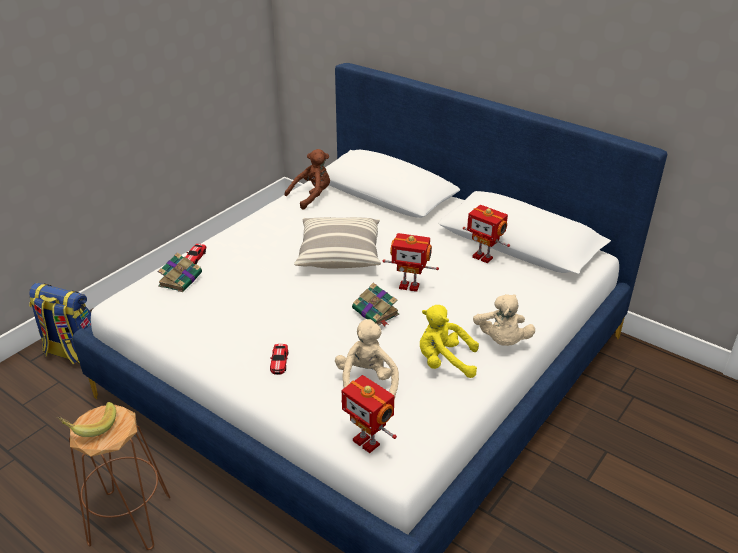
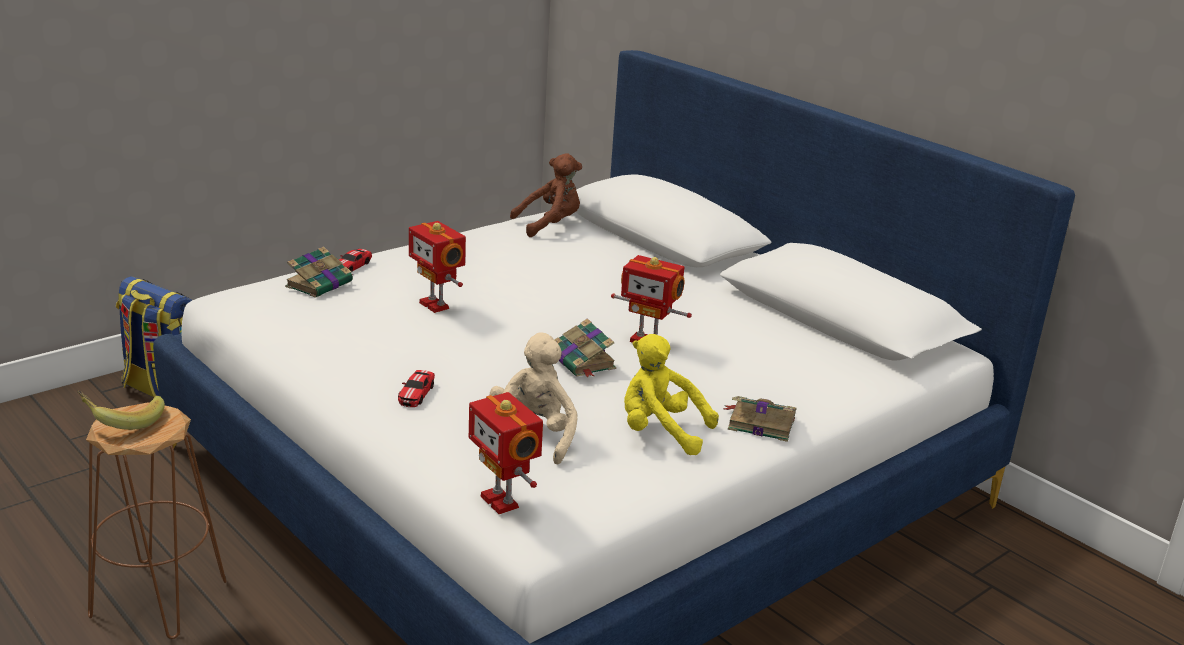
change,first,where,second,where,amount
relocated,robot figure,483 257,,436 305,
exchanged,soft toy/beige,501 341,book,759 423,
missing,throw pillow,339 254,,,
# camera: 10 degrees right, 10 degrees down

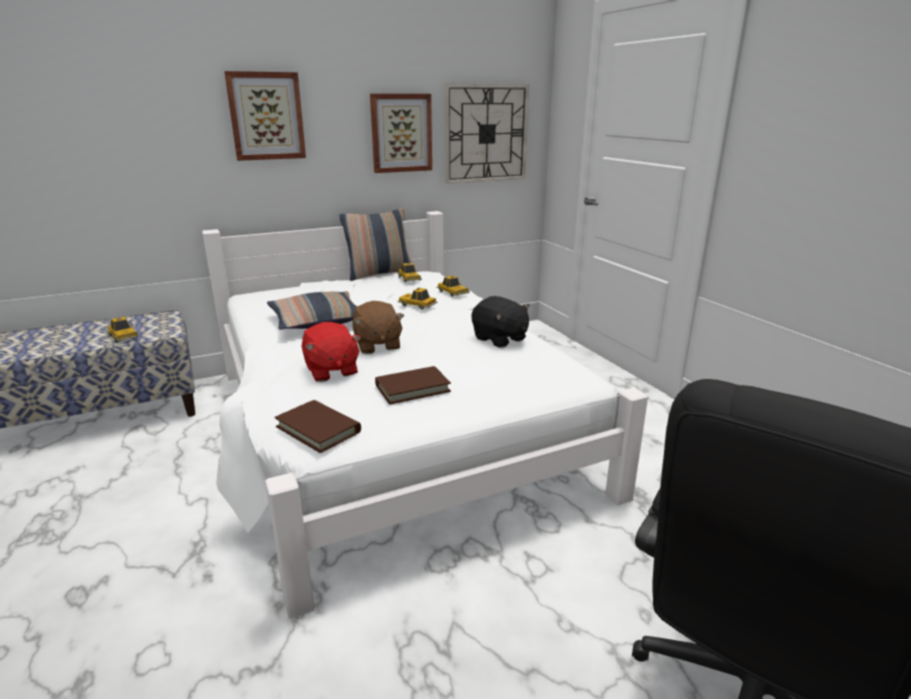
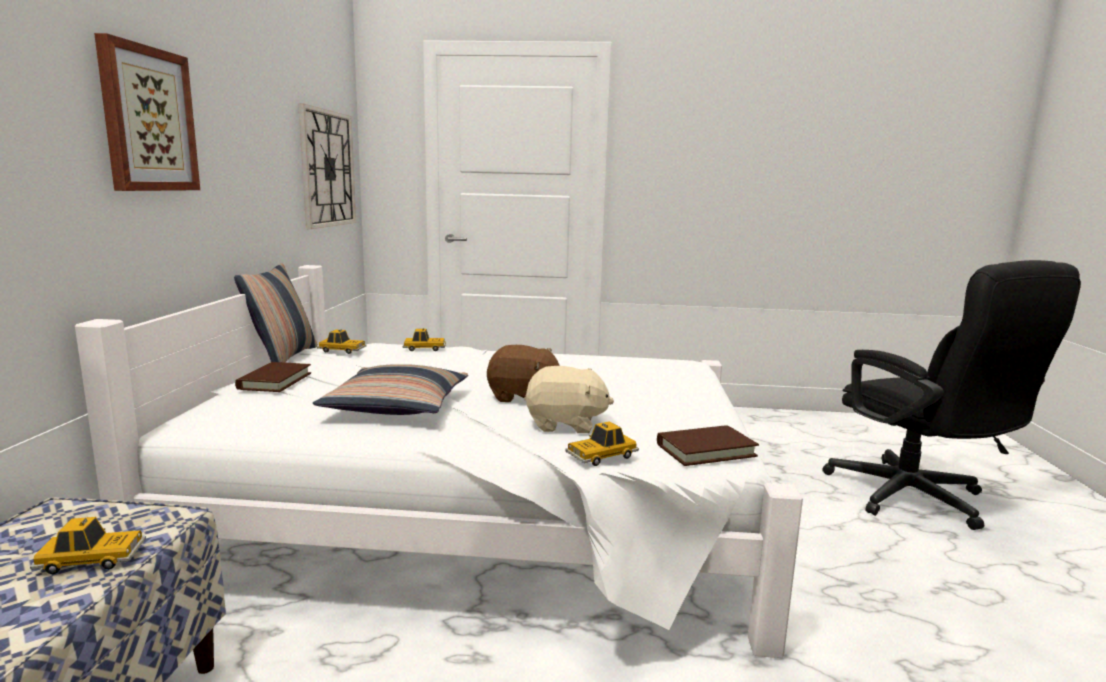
change,first,where,second,where,amount
relocated,book/brown-coloured,412 388,,275 381,
colour,soft toy/red,331 371,soft toy/beige,565 424,
relocated,miniature car,417 305,,602 456,
missing,wall picture,401 133,,,
missing,soft toy/black-coloured,499 339,,,
# camera: 60 degrees left, 10 degrees down

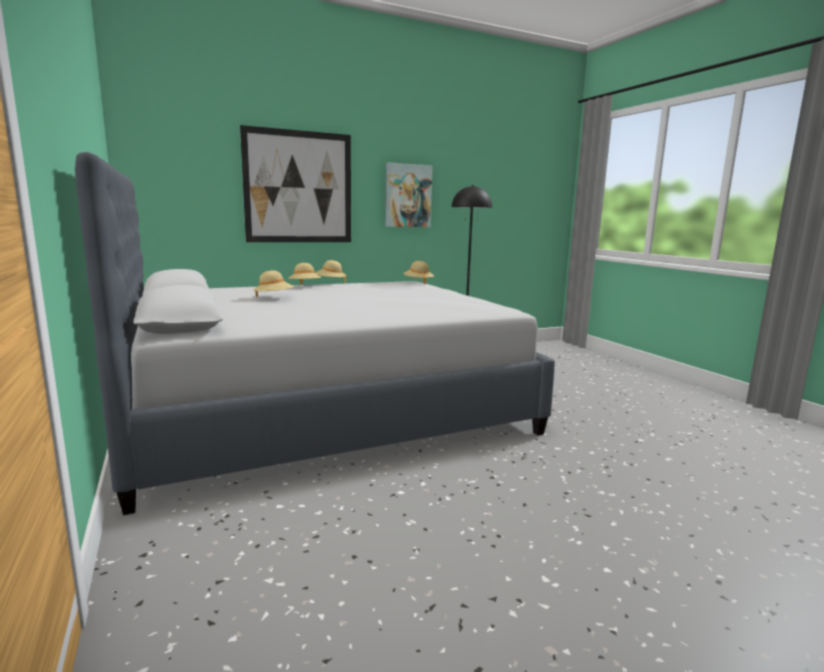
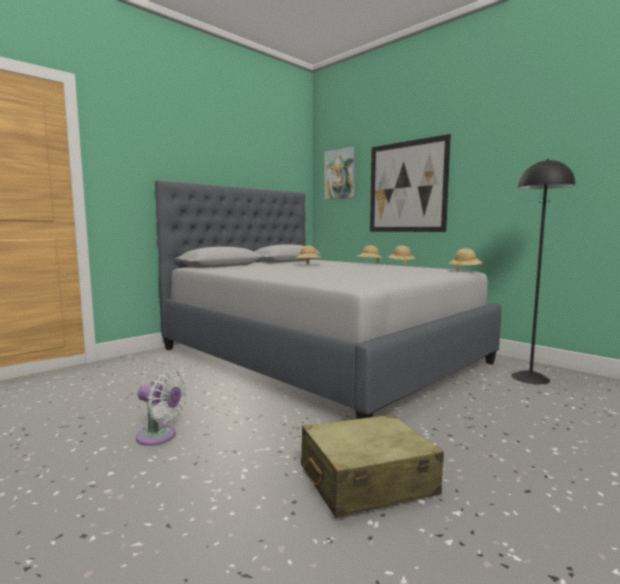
change,first,where,second,where,amount
appeared,,,fan/white-coloured,160 437,
appeared,,,travel case/beige,366 481,
relocated,wall picture,407 196,,340 174,
# camera: 70 degrees right, 5 degrees down

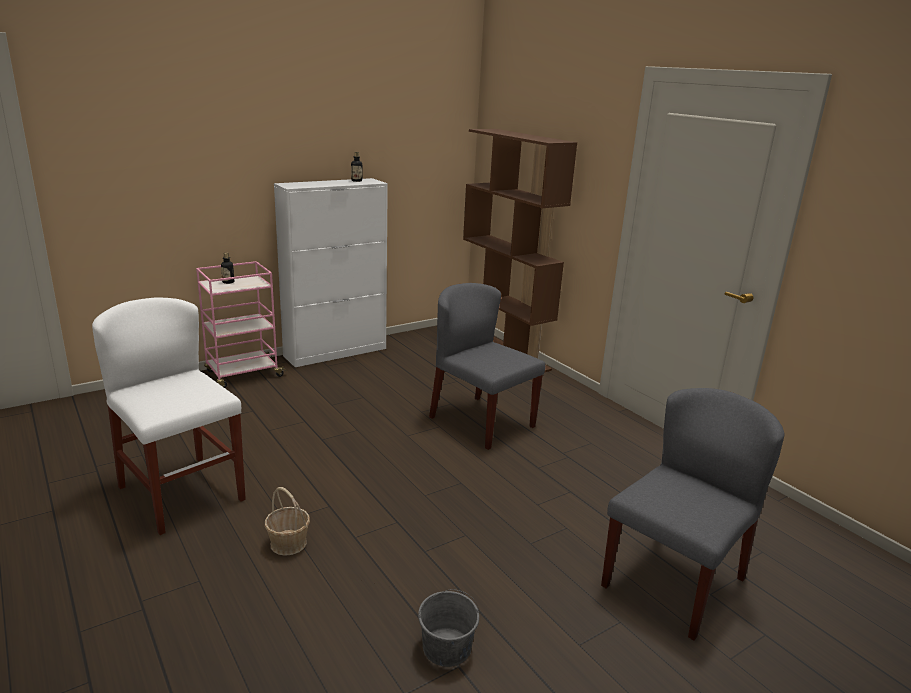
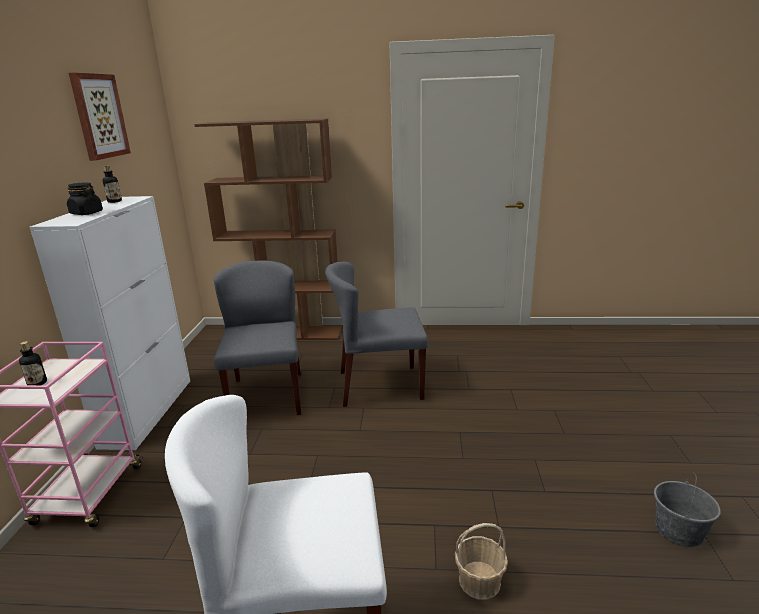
change,first,where,second,where,amount
appeared,,,storage jar/black-coloured,86 213,
appeared,,,wall picture,99 116,
relocated,plain chair/greyish,673 581,,267 395,
# camera: 50 degrees left, 0 degrees up

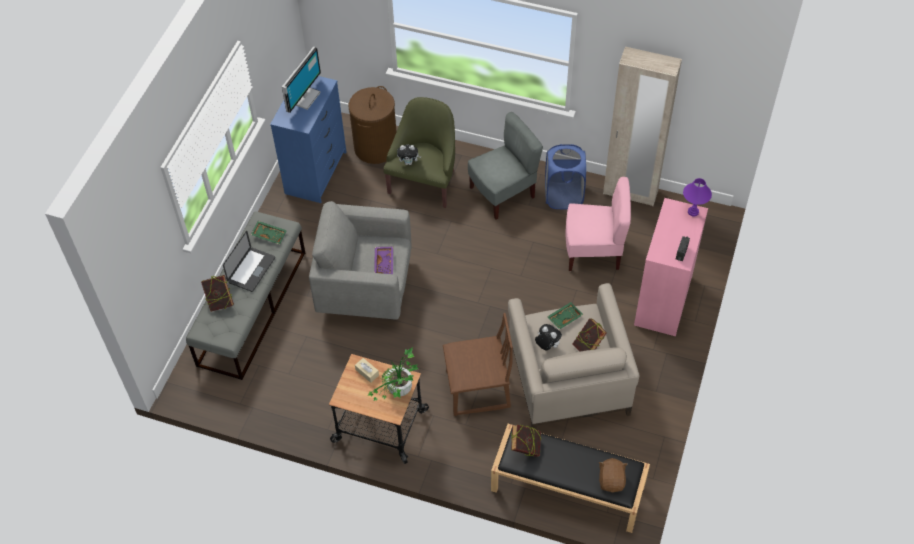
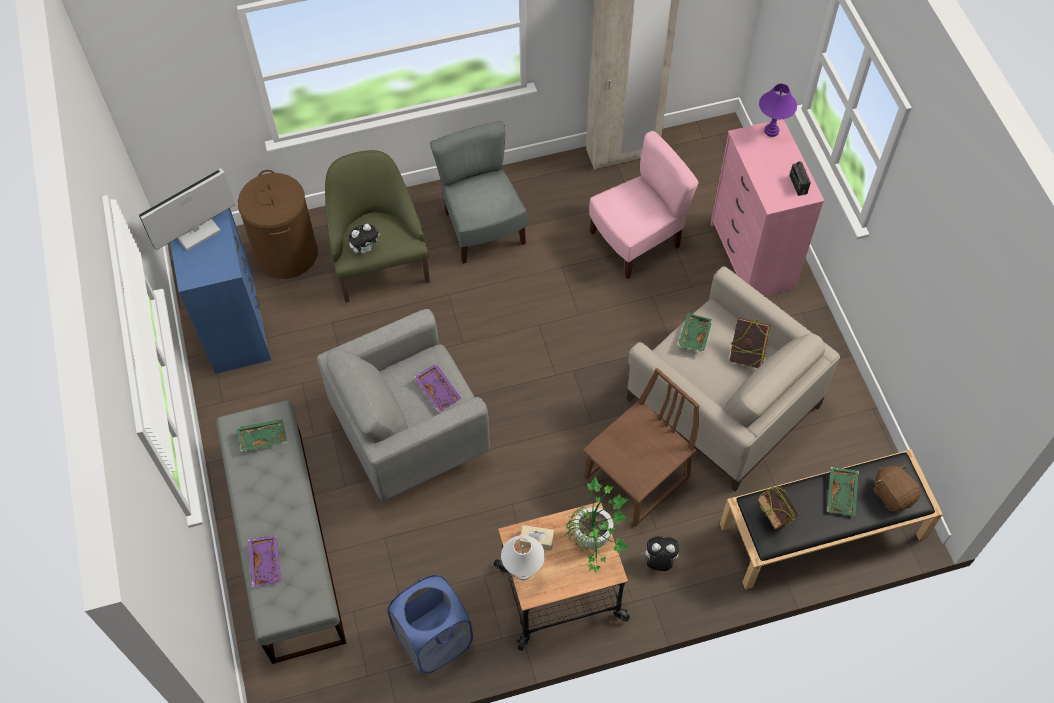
change,first,where,second,where,amount
spun,computer screen,304 97,,197 233,120 degrees counterclockwise
exchanged,book,220 302,serving tray/purple-coloured,266 563,
relocated,washing basket/blue-coloured,563 196,,434 640,
spun,plain chair/greyish,503 193,,483 229,45 degrees counterclockwise
appeared,,,lamp for a table/white-coloured,523 572,
relocated,soft toy,547 346,,659 561,
appeared,,,serving tray/greenish,842 494,
missing,notebook computer,251 270,,,
# camera: 35 degrees left, 5 degrees up

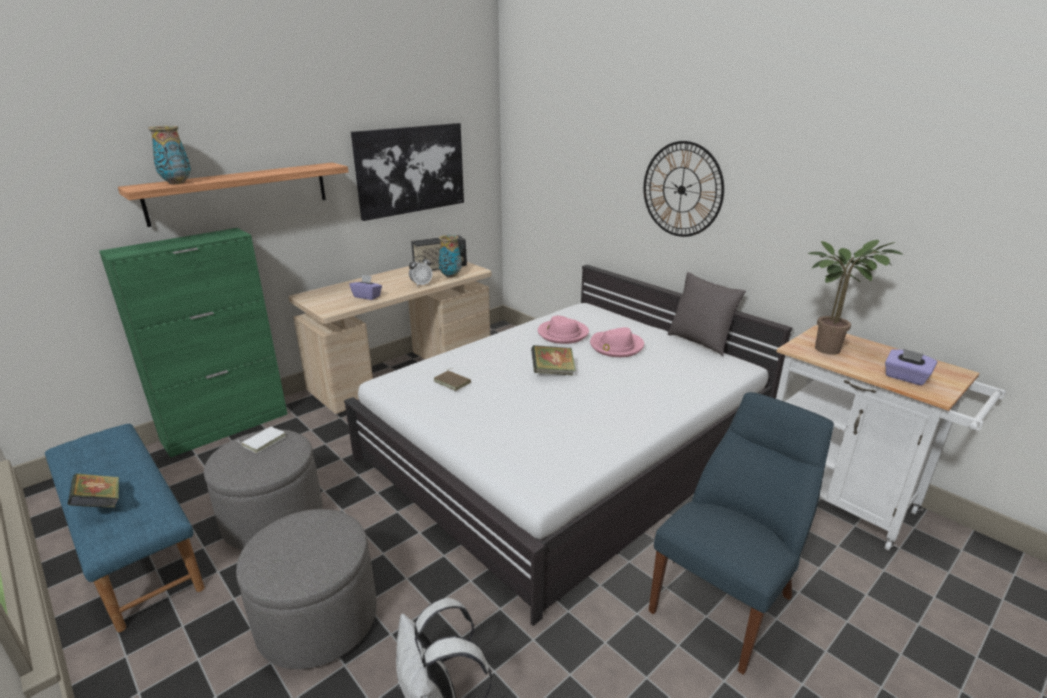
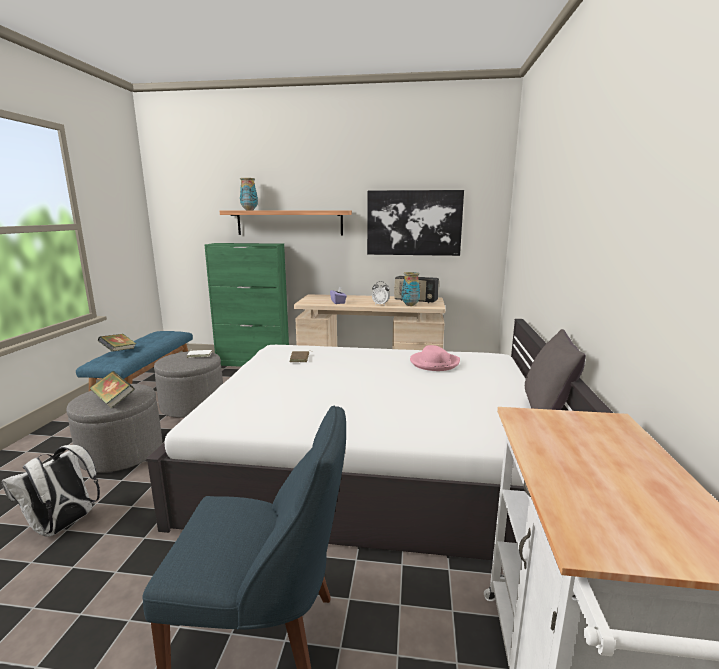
change,first,where,second,where,amount
relocated,book,553 372,,113 400,
missing,hat/pinkish,616 346,,,
missing,hanging clock,681 189,,,
missing,plant in a pot,830 348,,,
missing,box of tissues/purple-coloured,905 378,,,
# camera: 50 degrees right, 10 degrees down

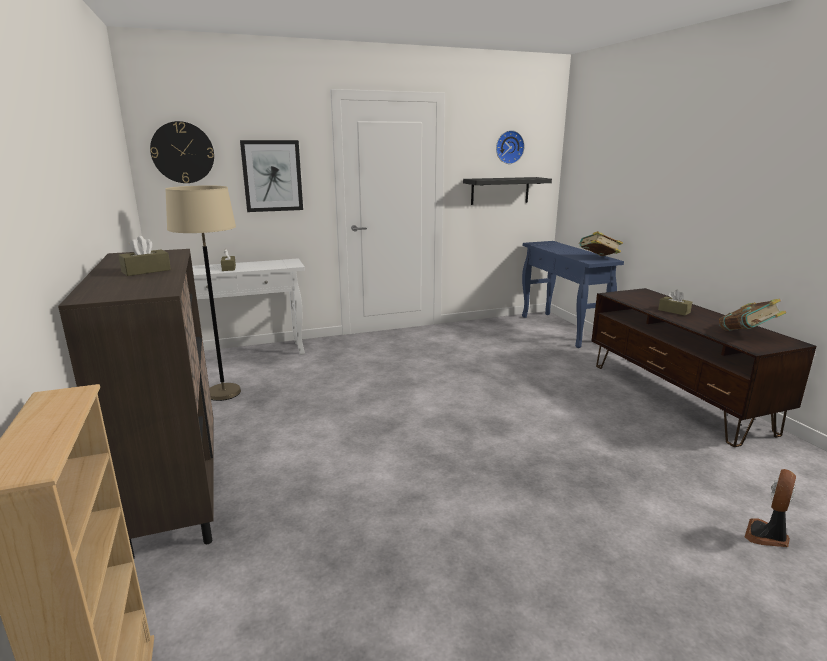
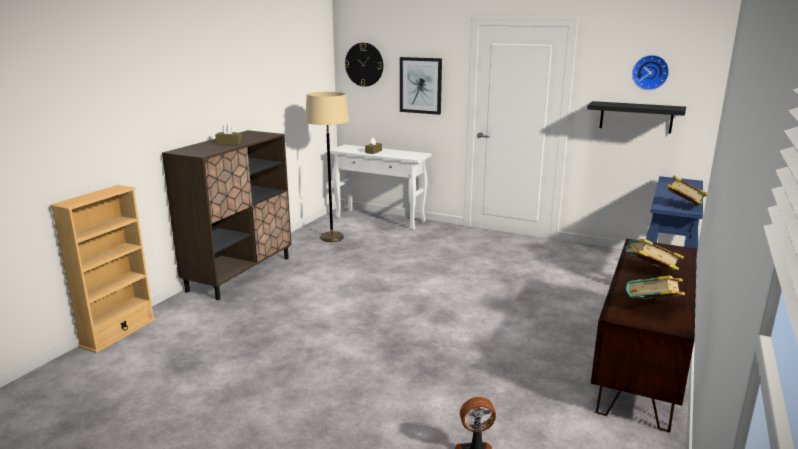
change,first,where,second,where,amount
exchanged,box of tissues/brown-coloured,674 311,book,649 271,
# camera: 45 degrees right, 0 degrees up

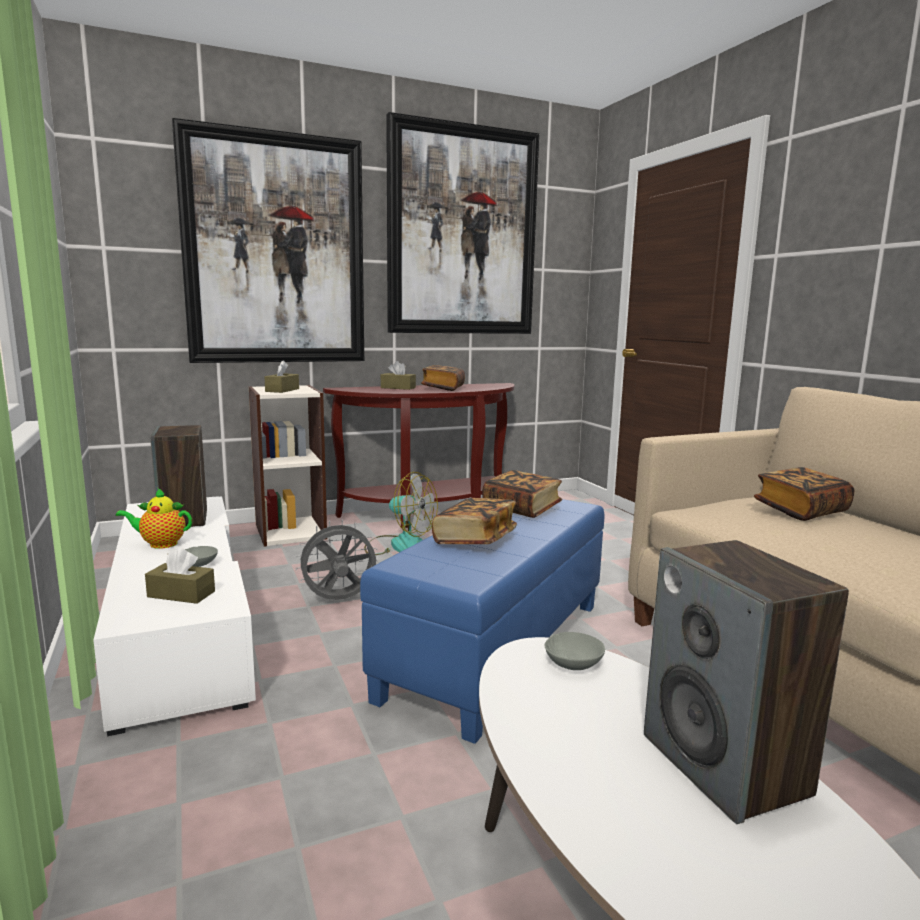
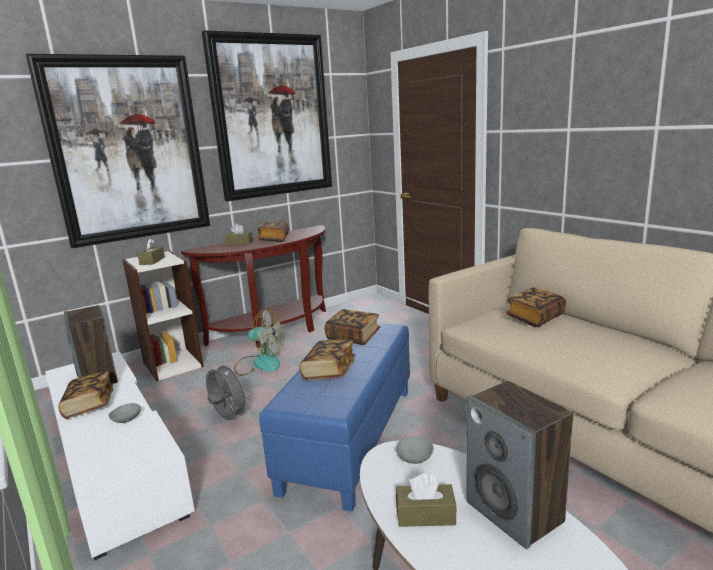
change,first,where,second,where,amount
exchanged,teapot,160 544,book,89 405,
spun,fan/greyish,339 601,,229 419,75 degrees clockwise
relocated,box of tissues/brown-coloured,181 594,,425 515,
# camera: 10 degrees left, 5 degrees up

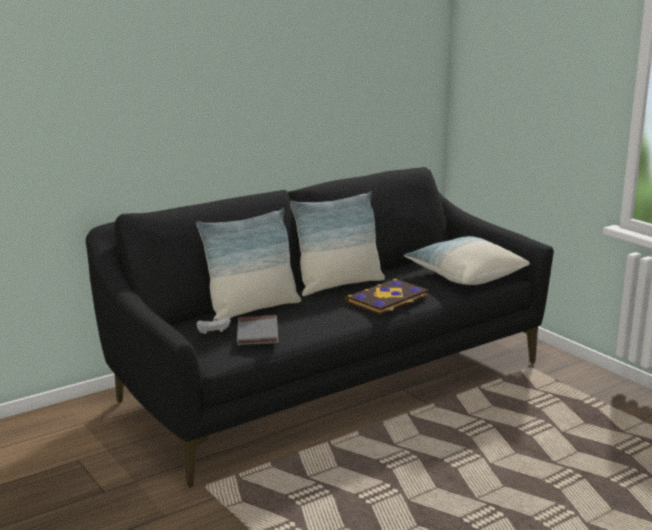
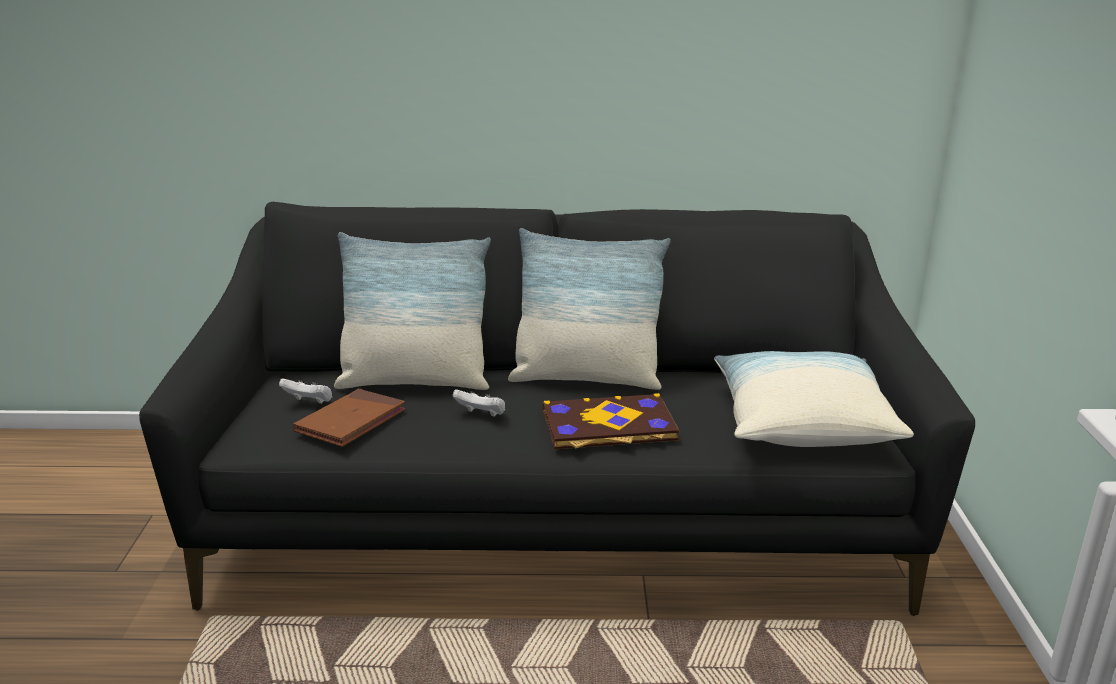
change,first,where,second,where,amount
colour,book/greyish,257 333,book/brown-coloured,351 422,
appeared,,,gamepad/white-coloured,481 415,
# camera: 35 degrees right, 5 degrees up

